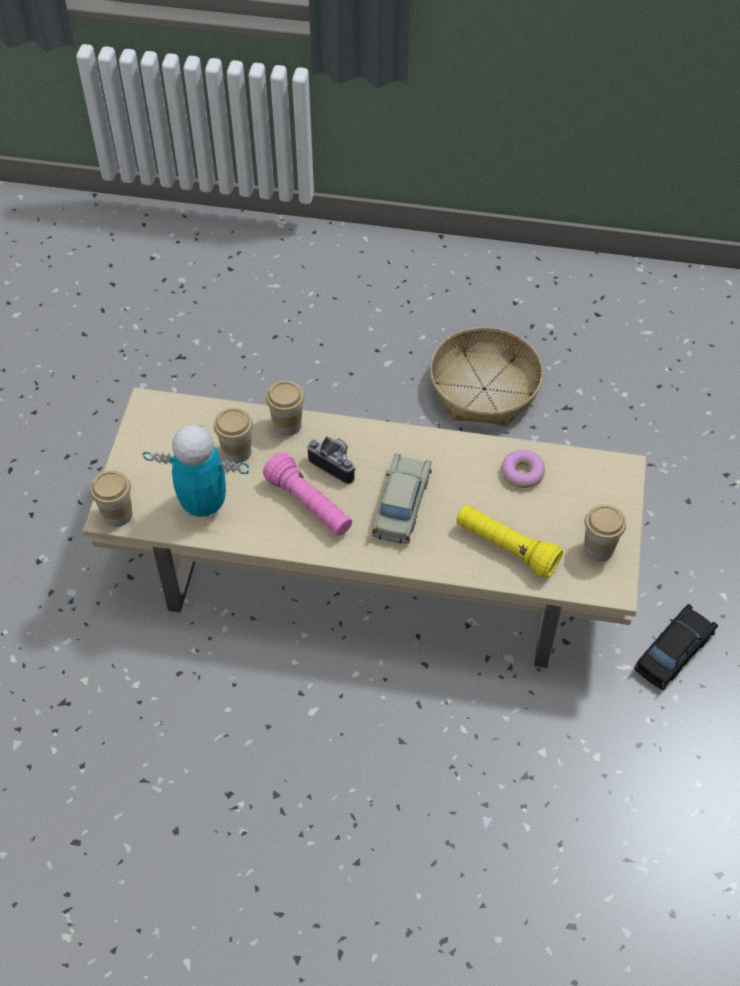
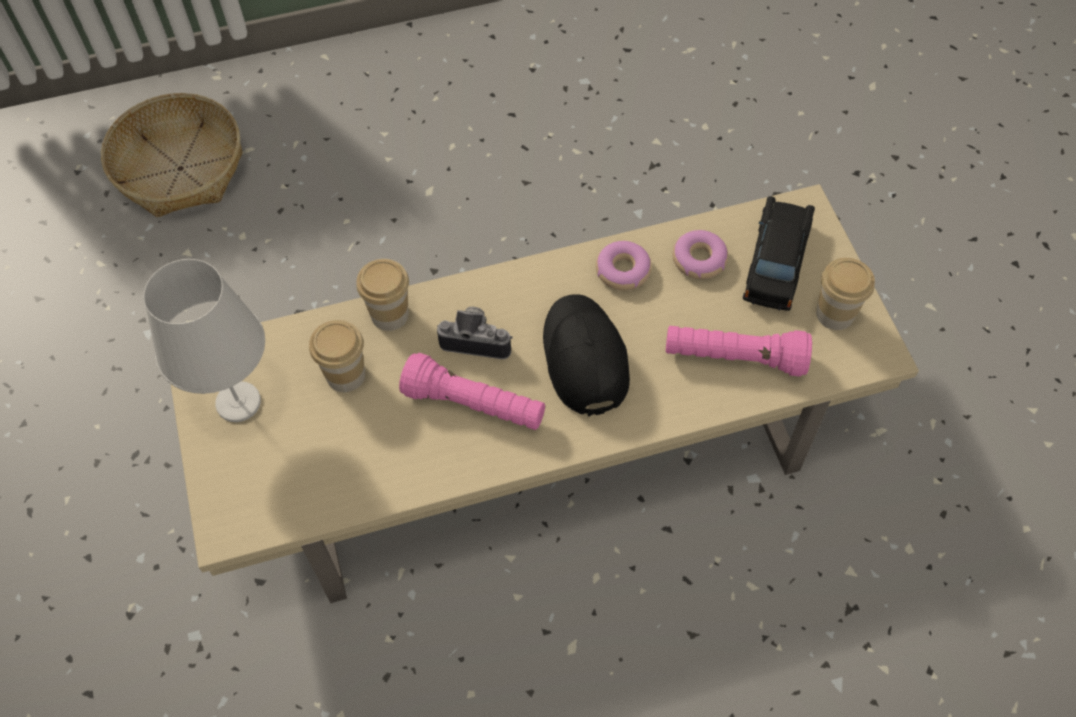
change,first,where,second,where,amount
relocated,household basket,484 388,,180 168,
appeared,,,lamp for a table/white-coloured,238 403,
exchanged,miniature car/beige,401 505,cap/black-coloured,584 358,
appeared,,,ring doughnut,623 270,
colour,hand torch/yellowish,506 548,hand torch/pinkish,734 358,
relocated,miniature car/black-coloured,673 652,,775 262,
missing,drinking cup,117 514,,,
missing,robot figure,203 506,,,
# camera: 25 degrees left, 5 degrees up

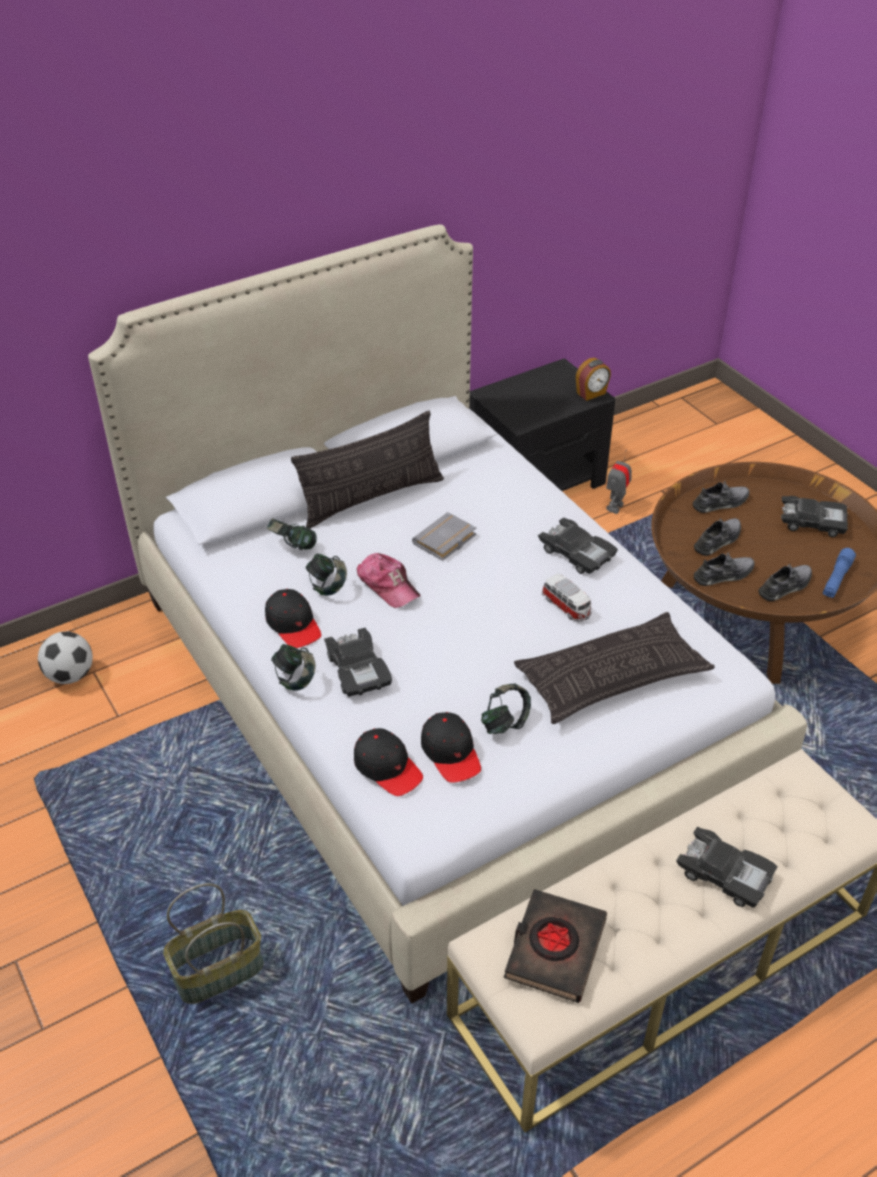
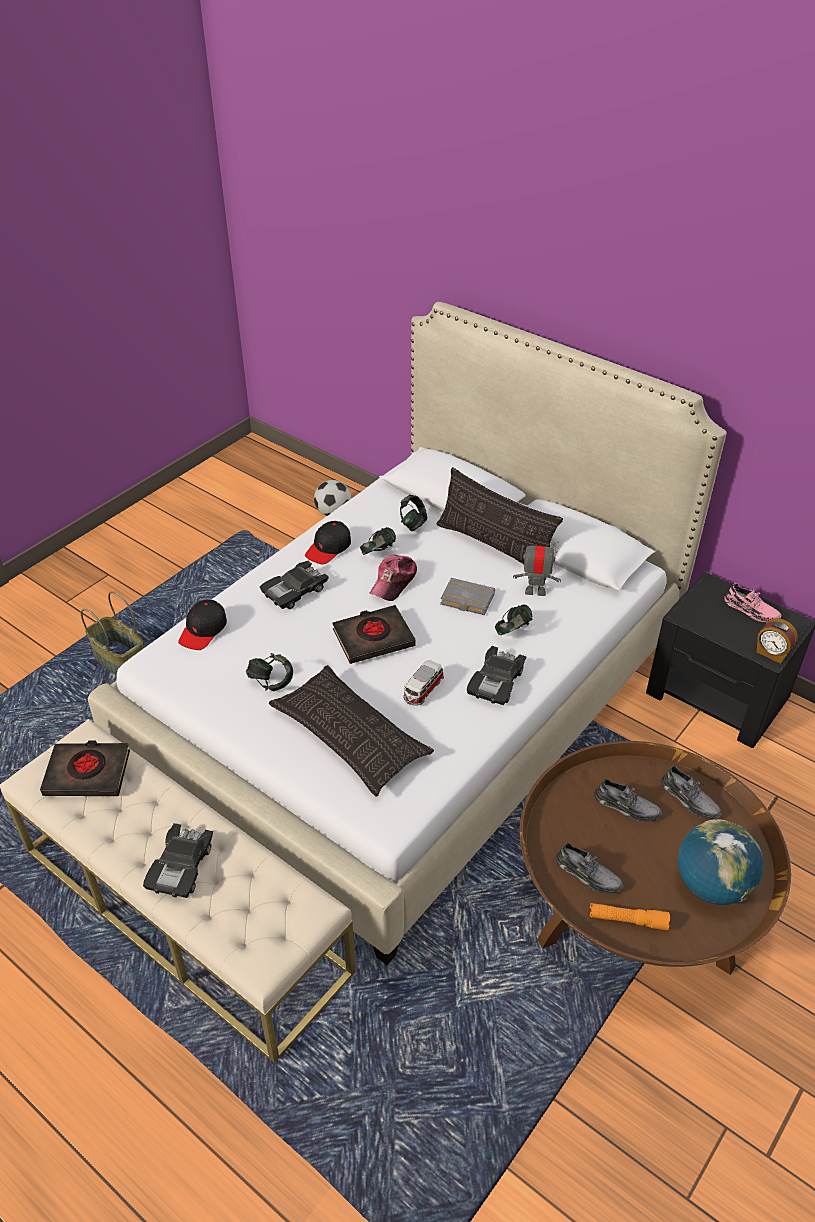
change,first,where,second,where,amount
appeared,,,book/black-coloured,373 638,
relocated,pair of headphones,295 679,,513 632,
relocated,robot figure,615 507,,535 591,
colour,hand torch/blue-coloured,837 579,hand torch/orange-coloured,627 920,
exchanged,miniature car/black-coloured,812 522,world globe,711 885,
appeared,,,shoe/pinkish,751 610,
missing,cap/black-coloured,451 753,,,
missing,shoe/greyish,724 575,,,
# camera: 70 degrees right, 0 degrees up

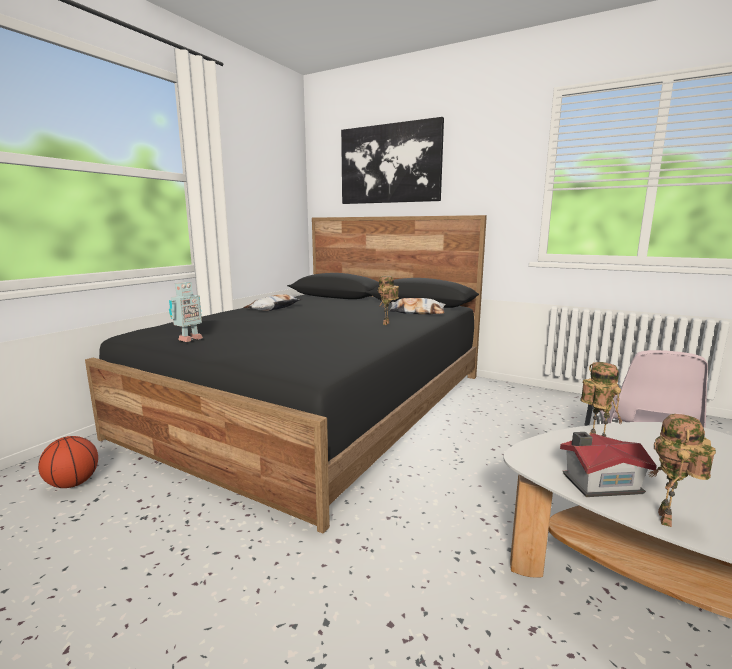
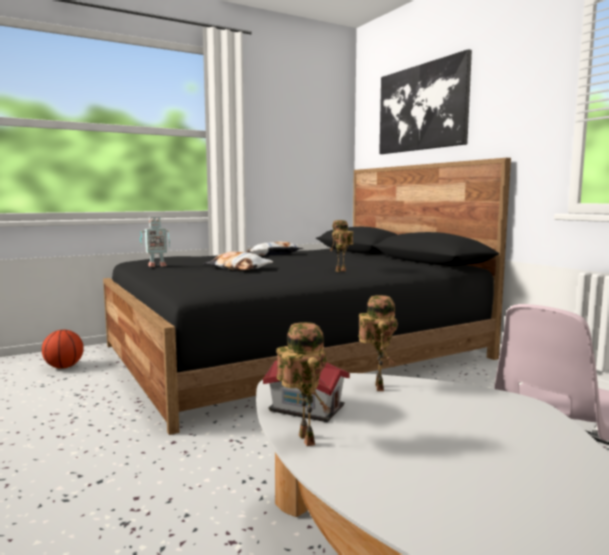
change,first,where,second,where,amount
relocated,throw pillow,417 312,,238 268,
spun,robot figure,668 520,,303 439,105 degrees clockwise
# camera: 30 degrees right, 5 degrees down

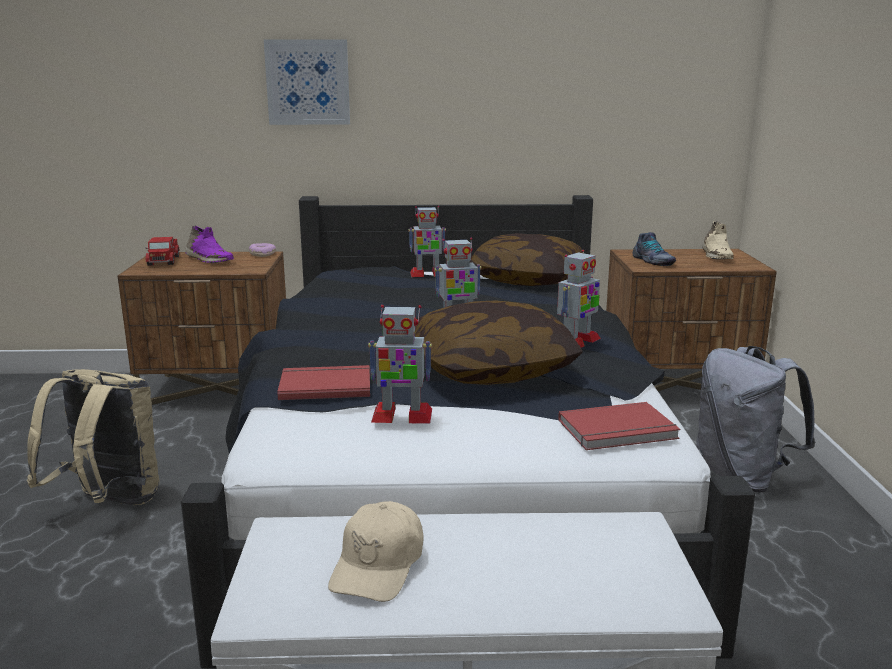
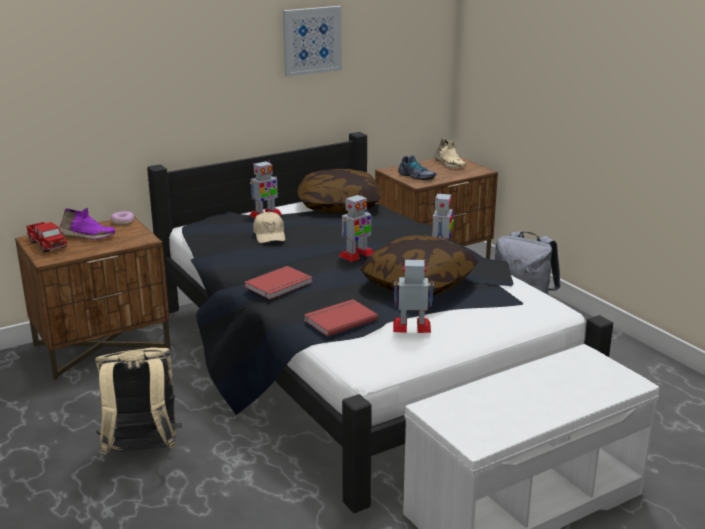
change,first,where,second,where,amount
relocated,book/red,619 431,,280 285,
relocated,cap/beige,378 566,,269 235,
relocated,wall picture,308 82,,312 40,
spun,robot figure,401 416,,412 327,150 degrees counterclockwise
# camera: 30 degrees left, 5 degrees up

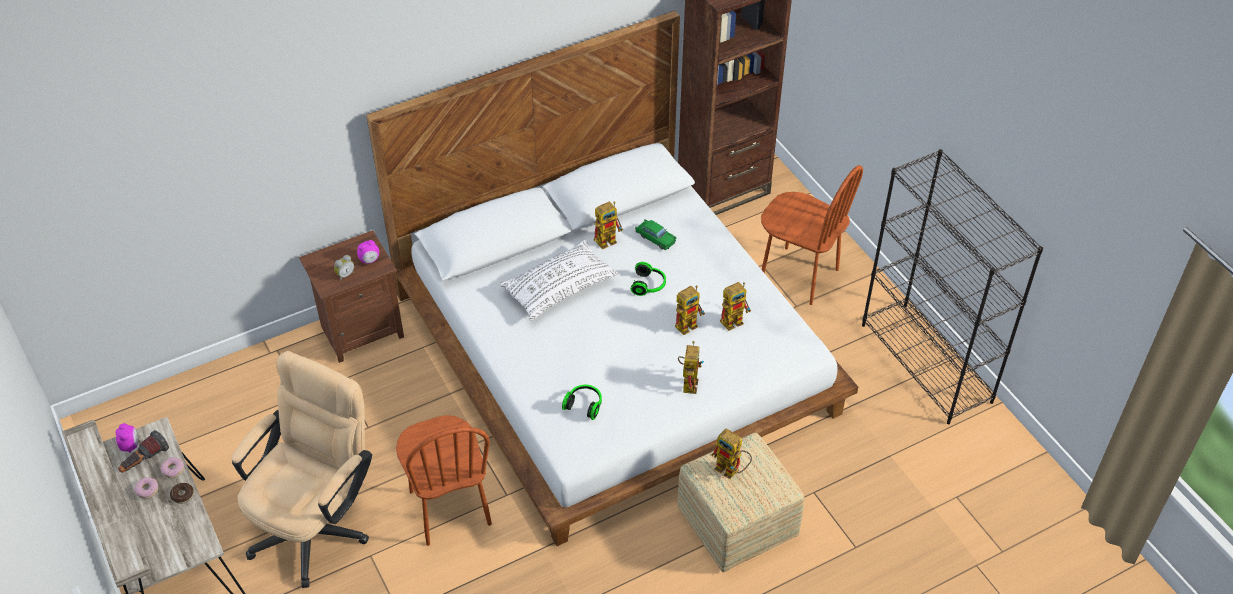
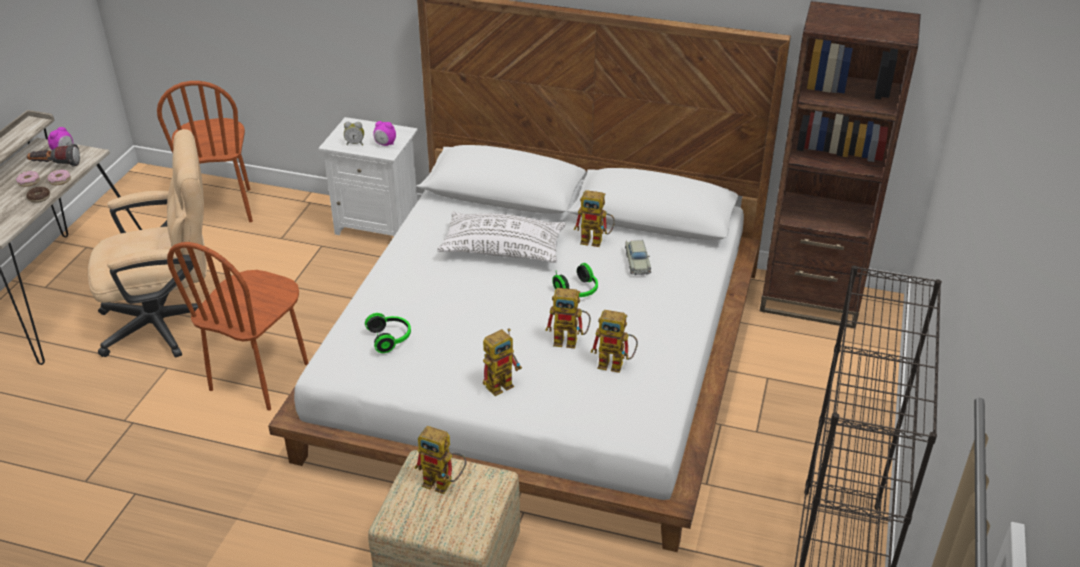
change,first,where,second,where,amount
relocated,plain chair/brown-coloured,799 275,,222 208,
colour,bedside table/brown-coloured,361 331,bedside table/white-coloured,378 224,
spun,robot figure,731 470,,444 483,60 degrees counterclockwise
colour,miniature car/greenish,655 238,miniature car/beige,637 262,
# camera: 45 degrees right, 10 degrees down

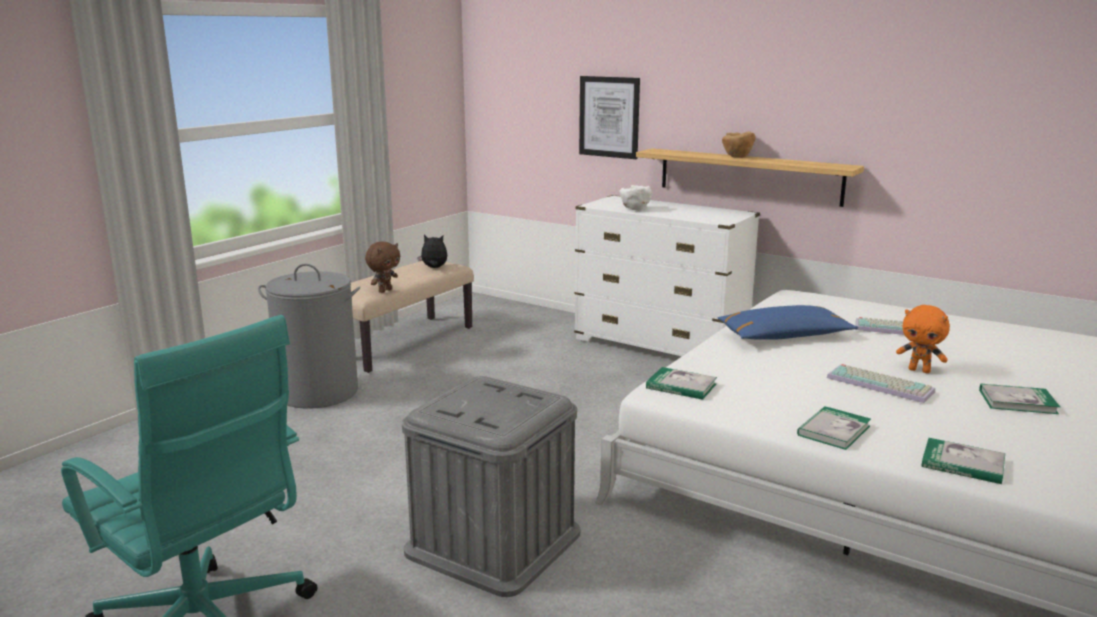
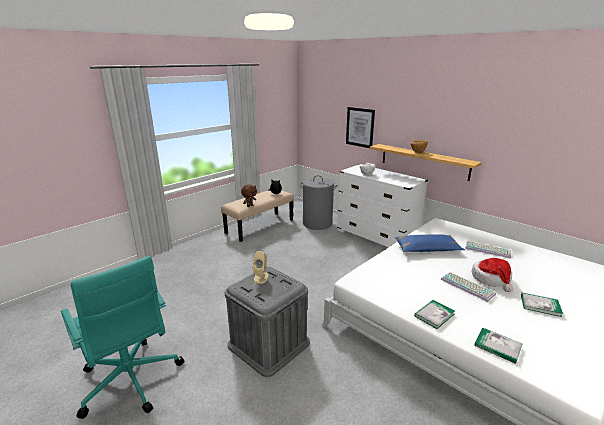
change,first,where,second,where,amount
appeared,,,audio speaker/beige,261 277,
relocated,washing basket/greyish,318 392,,317 223,
exchanged,soft toy/orange-coloured,919 370,hat,491 279,
missing,book,681 386,,,
# camera: 10 degrees right, 5 degrees up

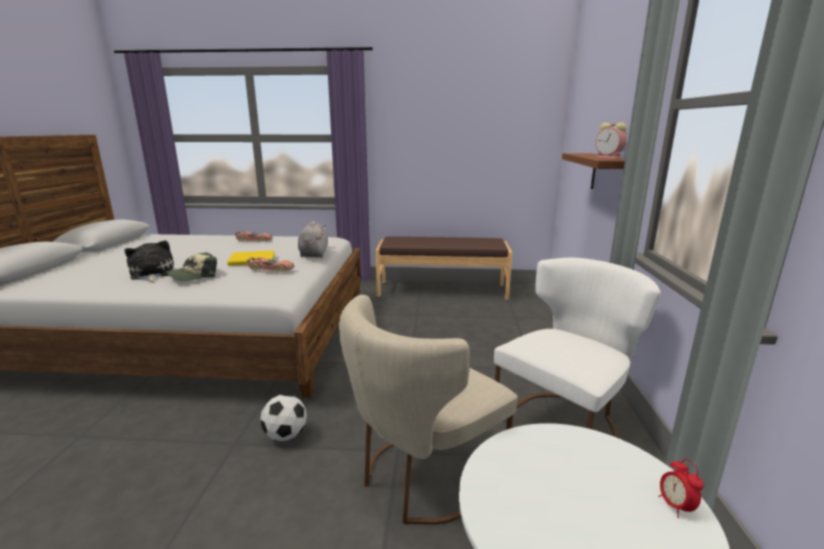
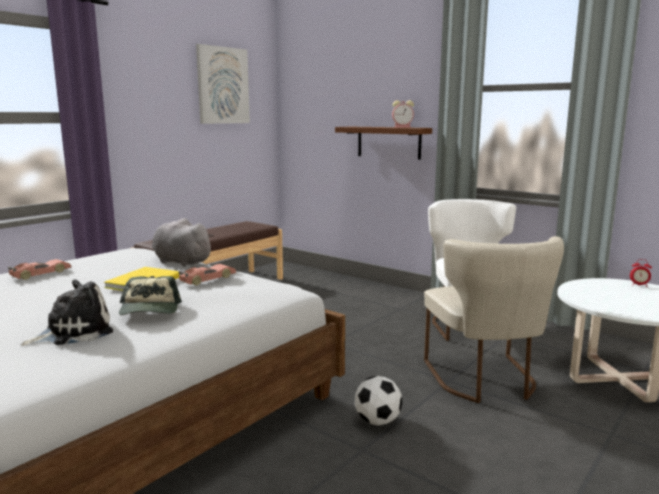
change,first,where,second,where,amount
spun,soft toy,152 274,,74 332,135 degrees clockwise
appeared,,,wall picture,222 85,
# camera: 55 degrees left, 5 degrees down

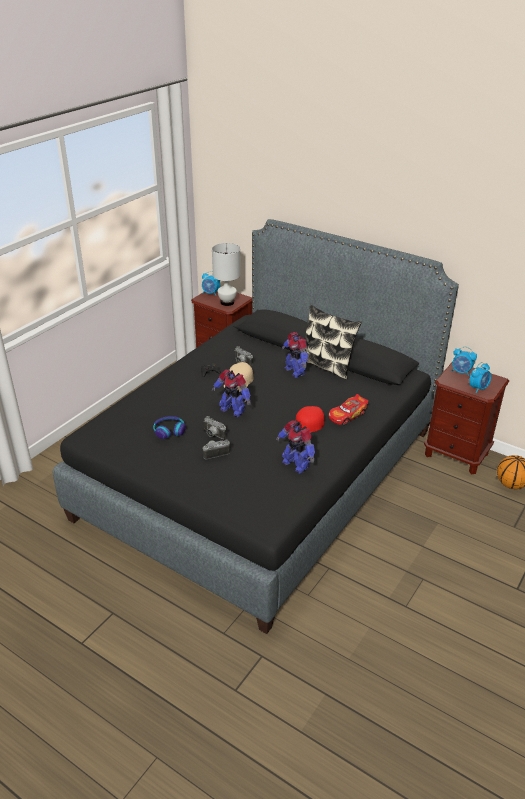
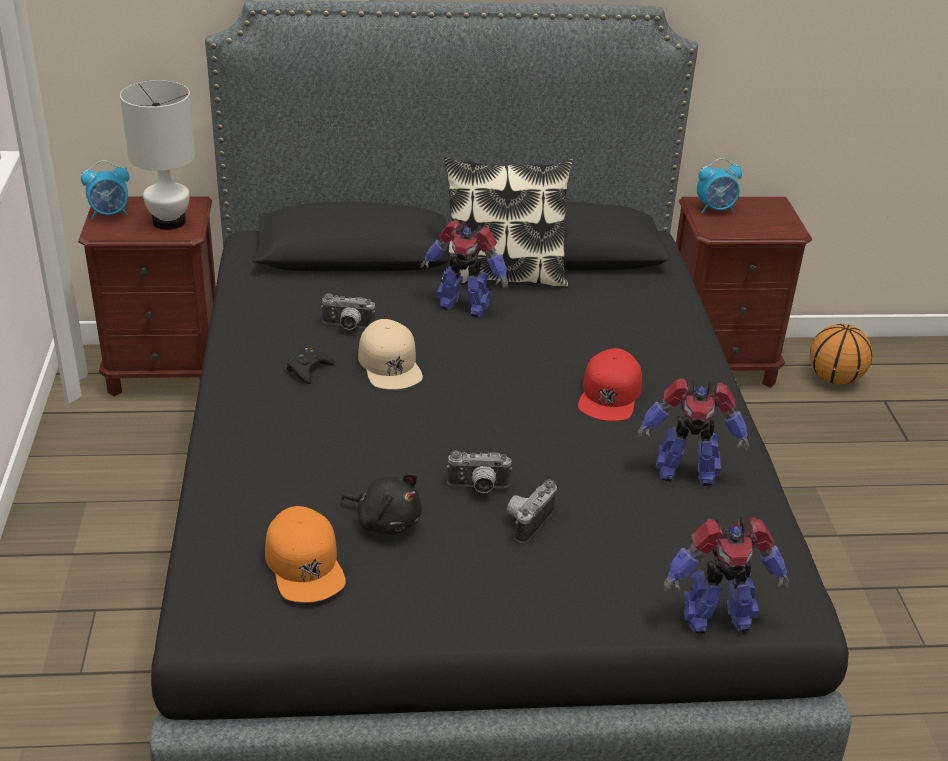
change,first,where,second,where,amount
appeared,,,cap/orange-coloured,305 564,
exchanged,pair of headphones,169 430,soft toy/black-coloured,386 521,
relocated,robot figure,232 410,,715 617,
missing,miniature car,347 415,,,
missing,table clock,478 388,,,
# camera: 40 degrees left, 0 degrees up

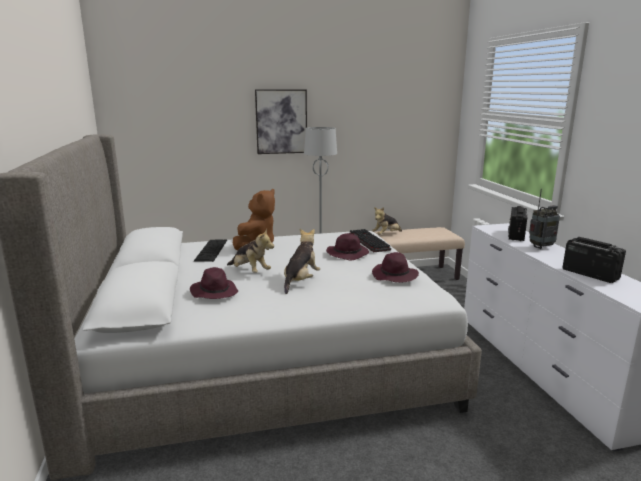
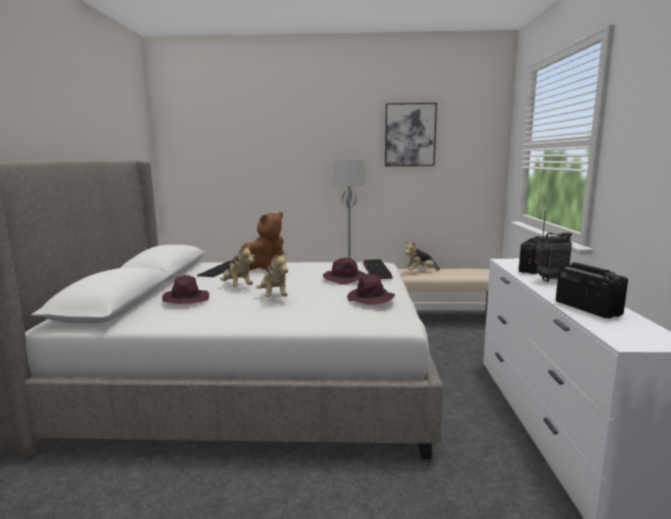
change,first,where,second,where,amount
spun,soft toy,301 281,,273 297,120 degrees clockwise
relocated,wall picture,281 121,,410 135,
# camera: 15 degrees right, 5 degrees down

